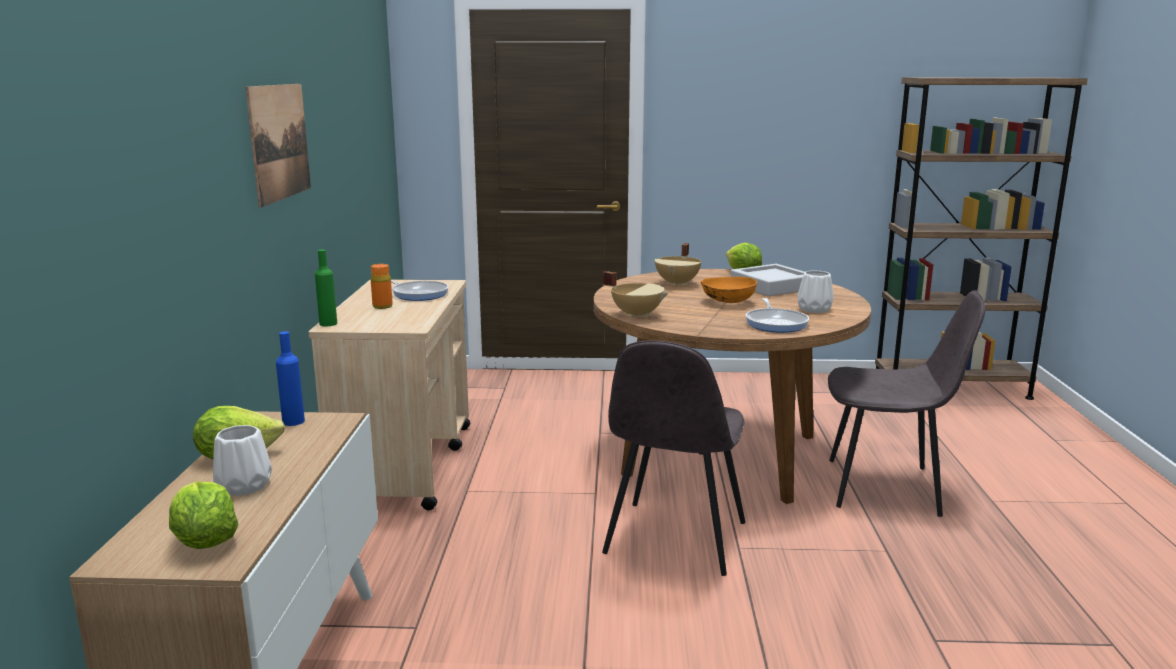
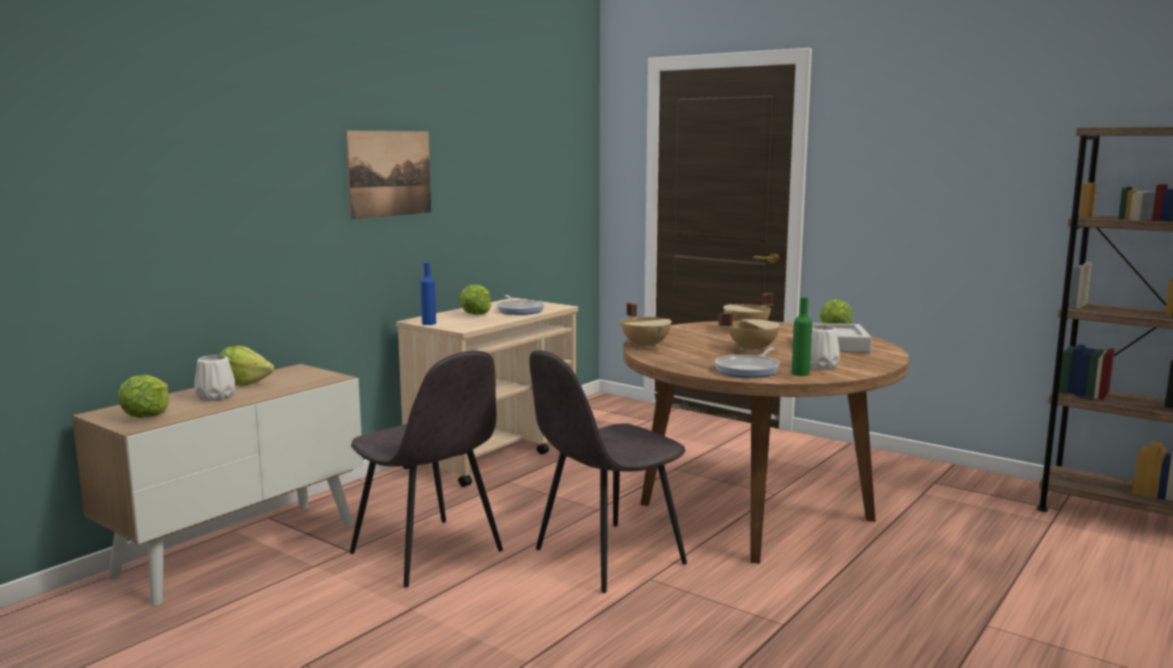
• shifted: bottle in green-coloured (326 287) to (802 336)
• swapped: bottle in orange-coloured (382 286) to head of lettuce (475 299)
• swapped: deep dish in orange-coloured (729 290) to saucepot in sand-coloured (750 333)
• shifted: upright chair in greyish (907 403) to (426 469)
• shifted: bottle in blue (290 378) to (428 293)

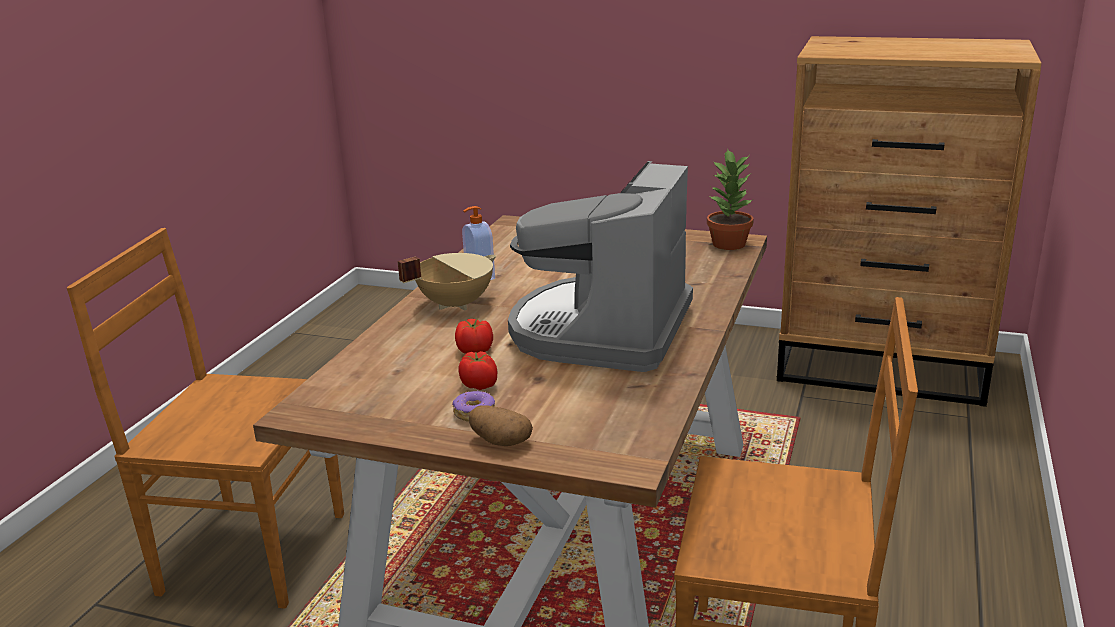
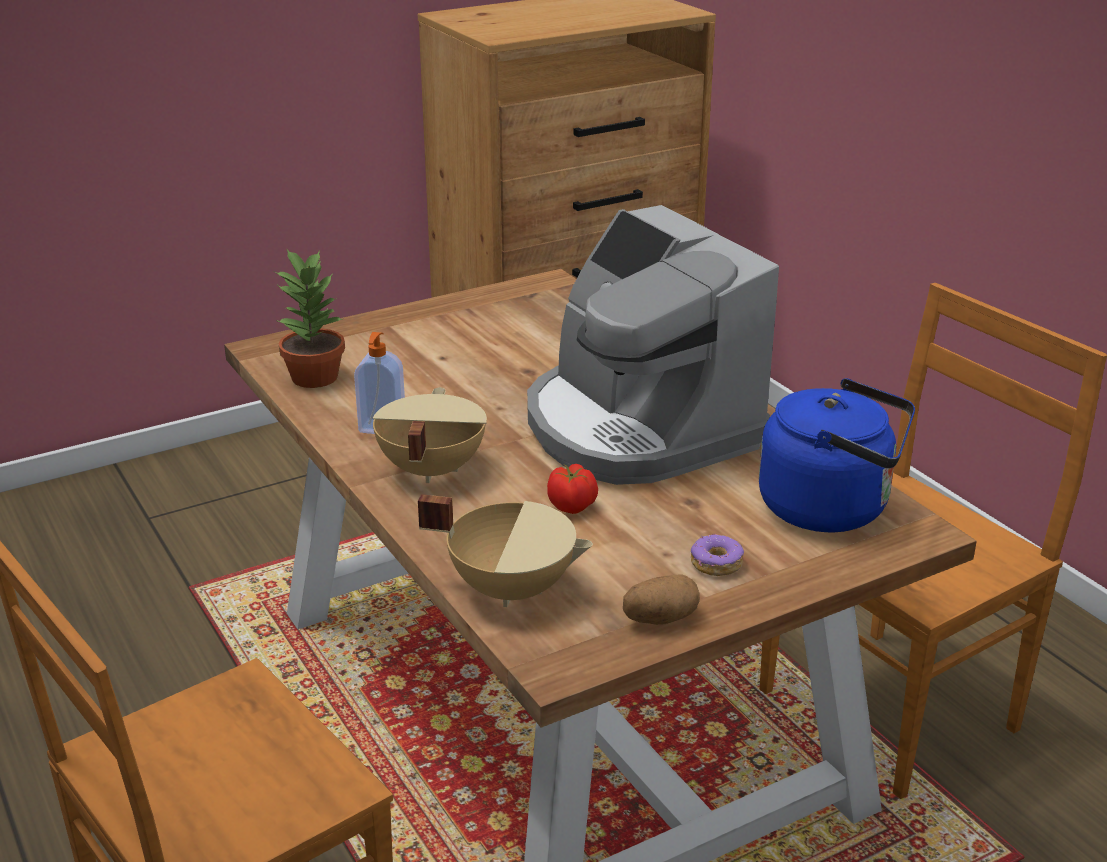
• shifted: potted plant (730 199) to (309 318)
• gone: whole tomato (477 370)
• shifted: whole potato (501 425) to (661 599)
• new: tea kettle in blue (837 455)
• new: saucepot in sand-coloured (505 550)

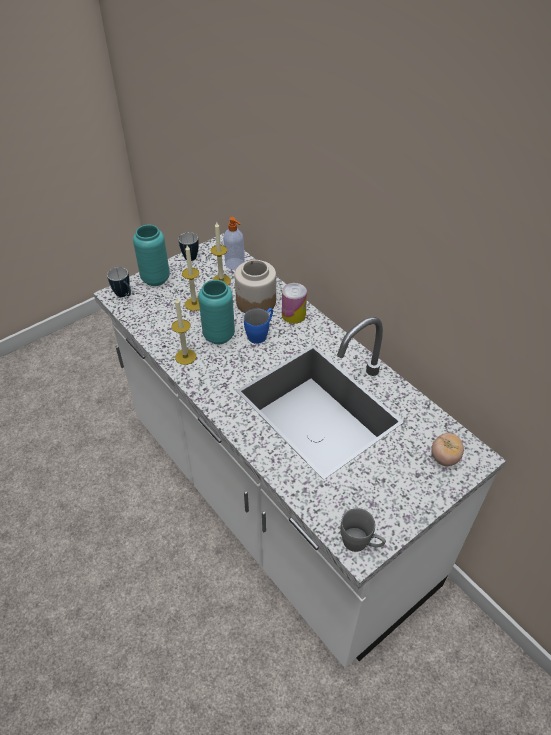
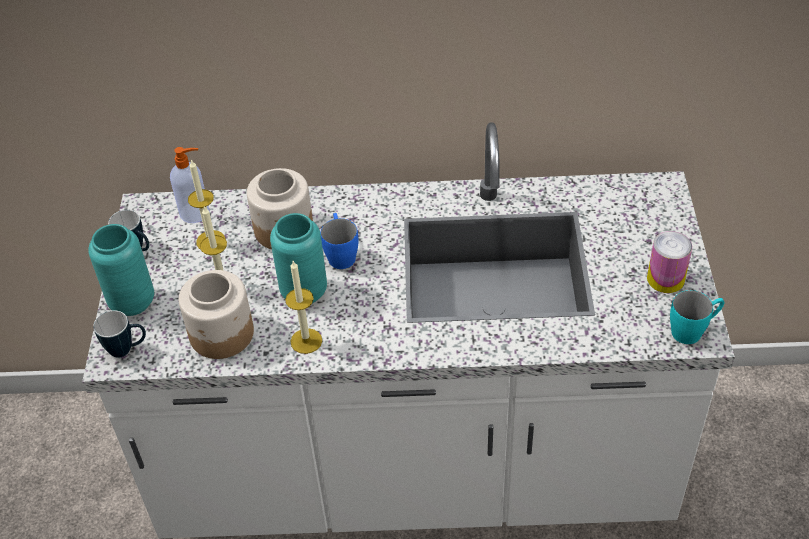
• shifted: metal can (294 303) to (669 262)
• gone: whole tomato (447 449)
• repainted: coffee mug in greyish (363 530) to coffee mug in blue-green (697 317)
• new: storage jar (216 314)

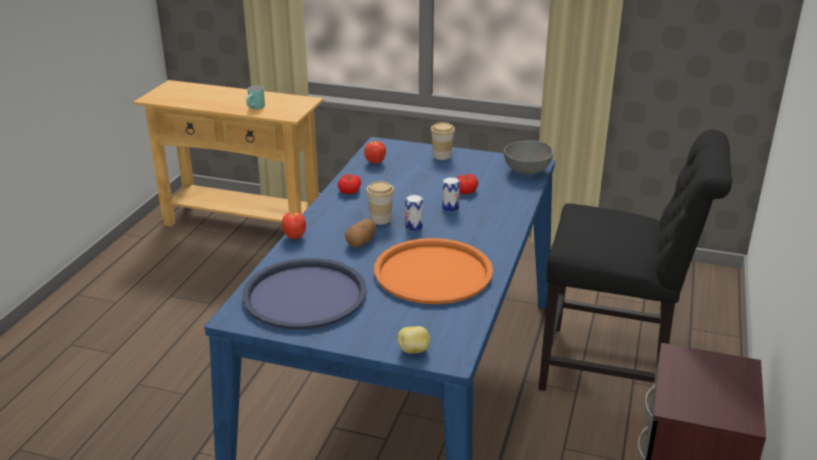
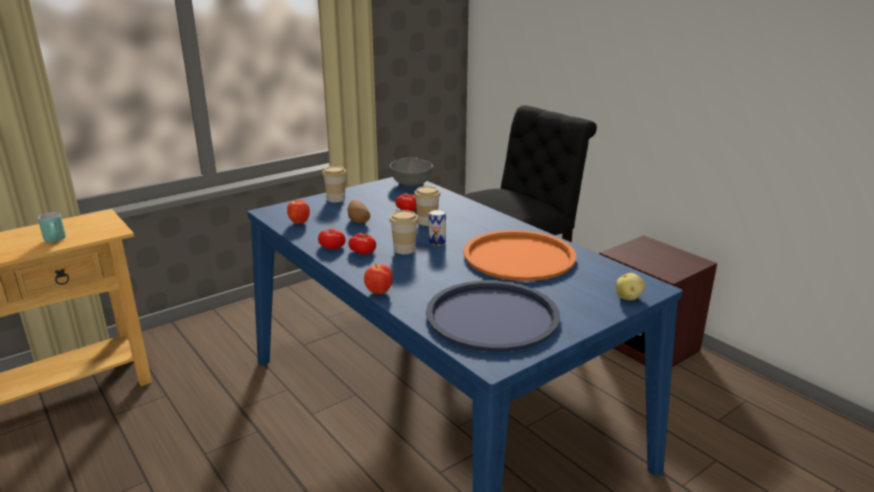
• swapped: metal can (451 194) to drinking cup (427 206)
• shifted: whole potato (360 233) to (358 211)
• new: whole tomato (362 243)

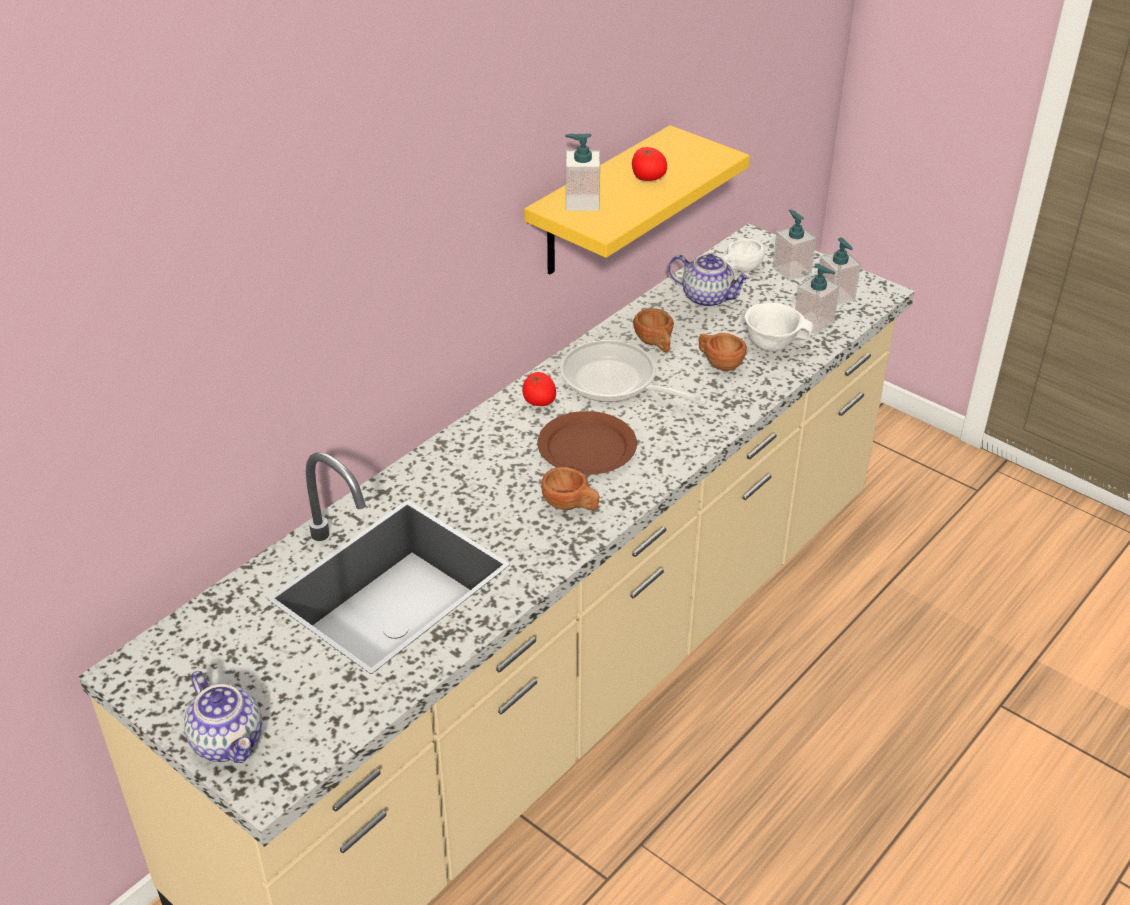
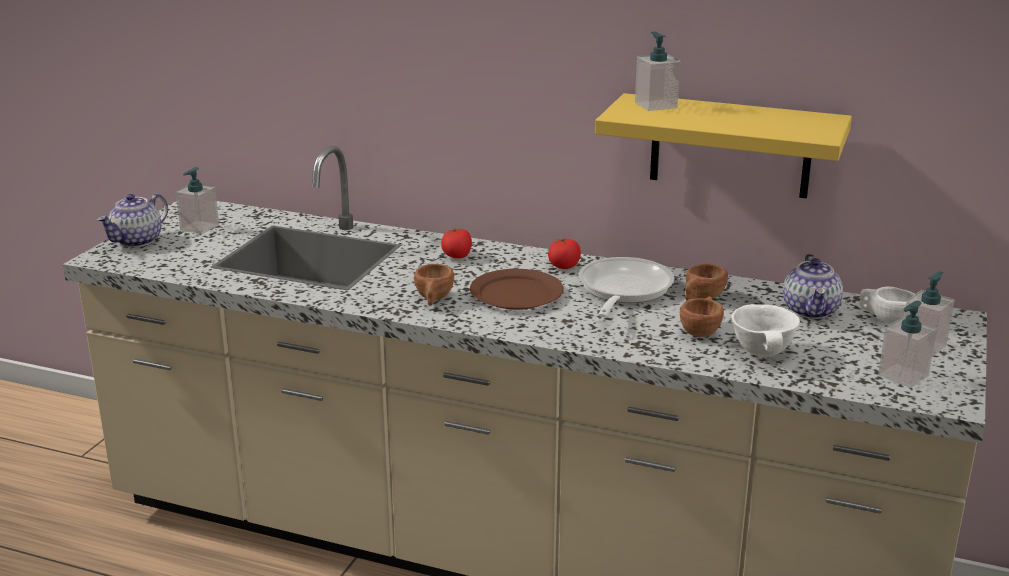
• shifted: whole tomato (649 164) to (456 243)
• shifted: soap bottle (817 298) to (197 200)

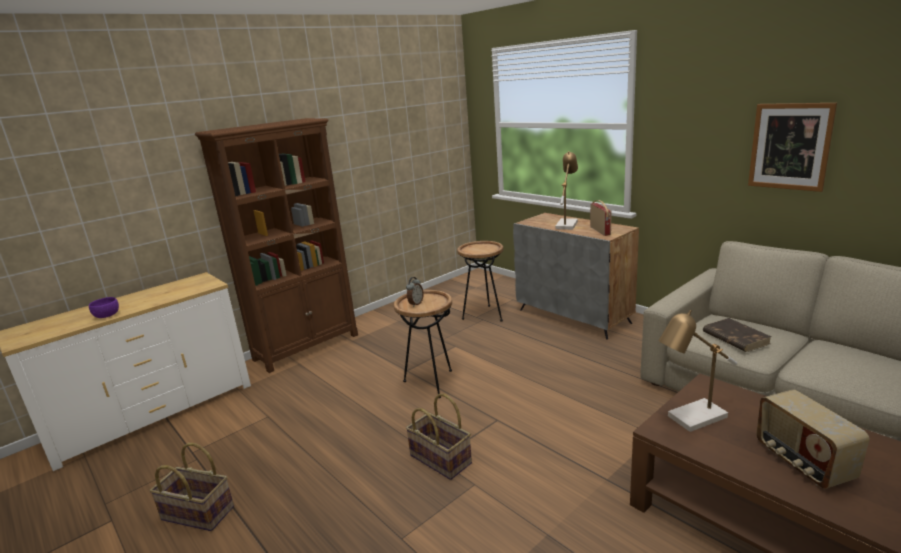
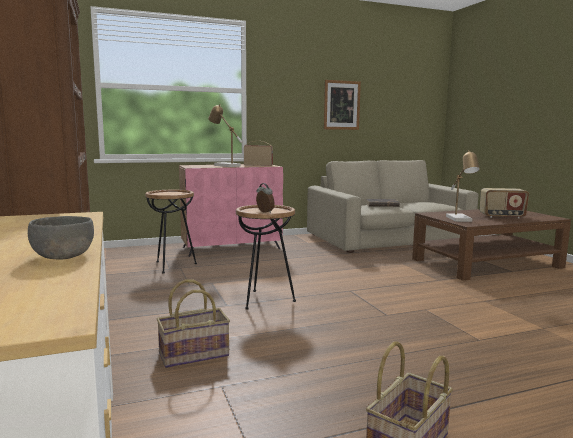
• repainted: storage cabinet in greyish (576 276) to storage cabinet in pink-coloured (231 210)
• repainted: deep dish in purple-coloured (104 307) to deep dish in greyish (61 238)
• shifted: household basket (439 436) to (193 323)

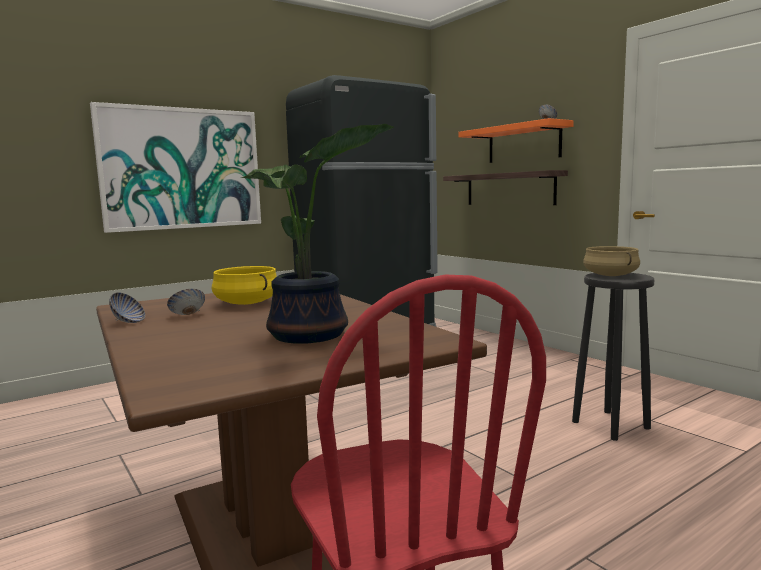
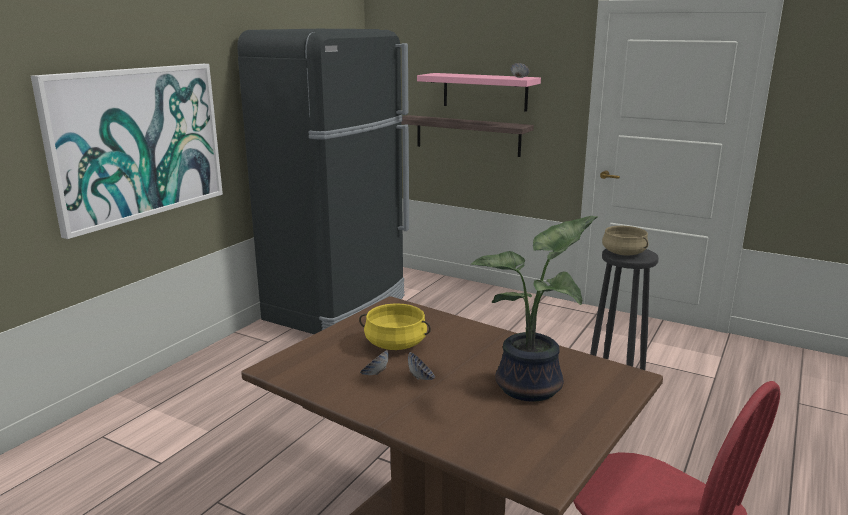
• repainted: bracket shelf in orange-coloured (516 140) to bracket shelf in pink-coloured (479 92)
• shifted: deep dish (127 307) to (421 366)

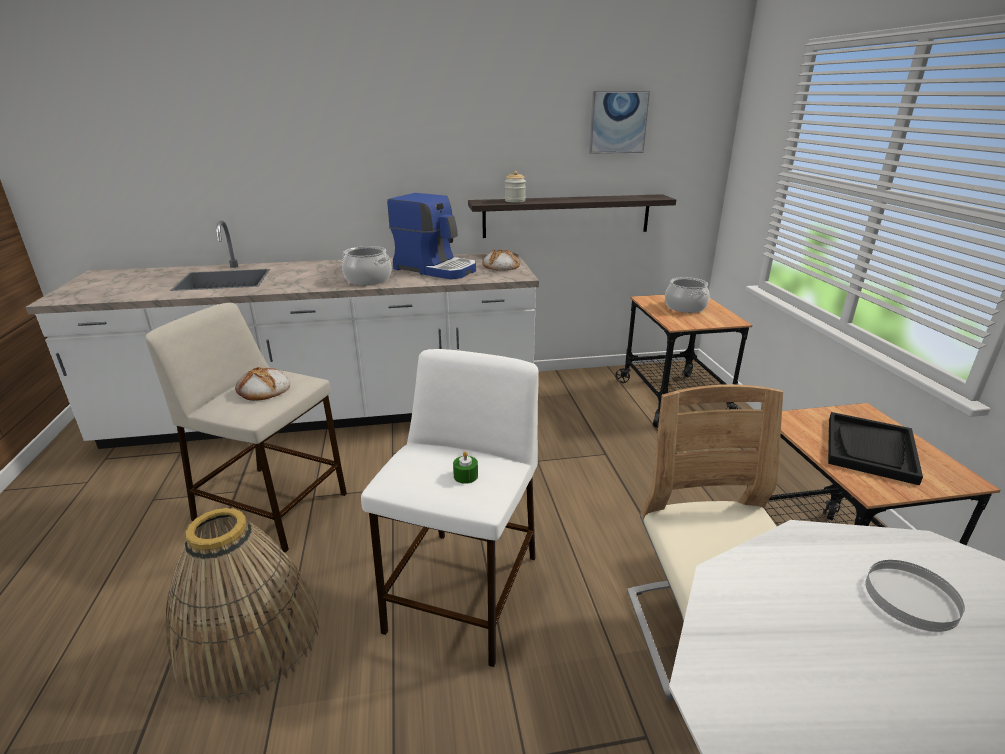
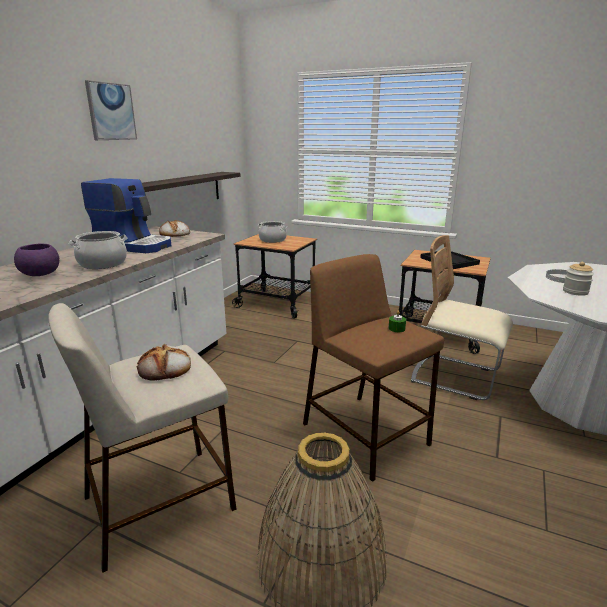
• shifted: picture (619 122) to (111 110)
• shifted: storage jar (515 187) to (578 279)
• rotated: coffee machine (431 236) = (126 215) 45 degrees clockwise
• repainted: sitting stool in white-coloured (450 508) to sitting stool in brown-coloured (373 368)
• new: deep dish in purple-coloured (36 259)

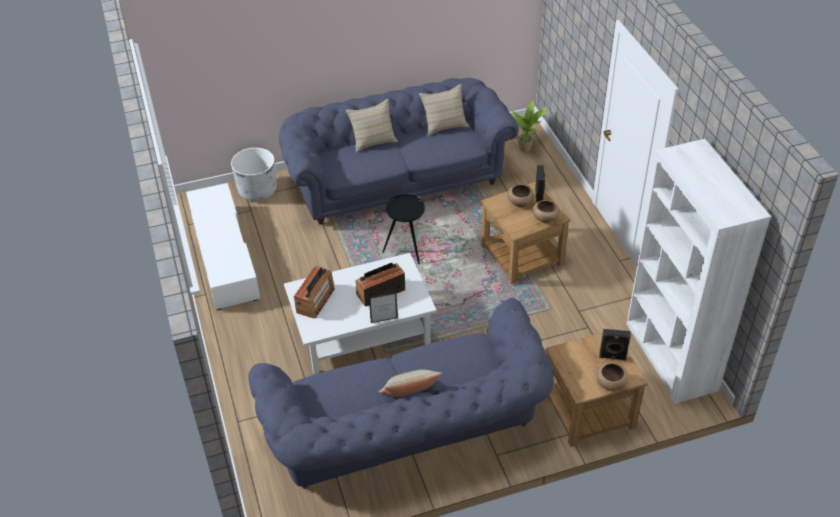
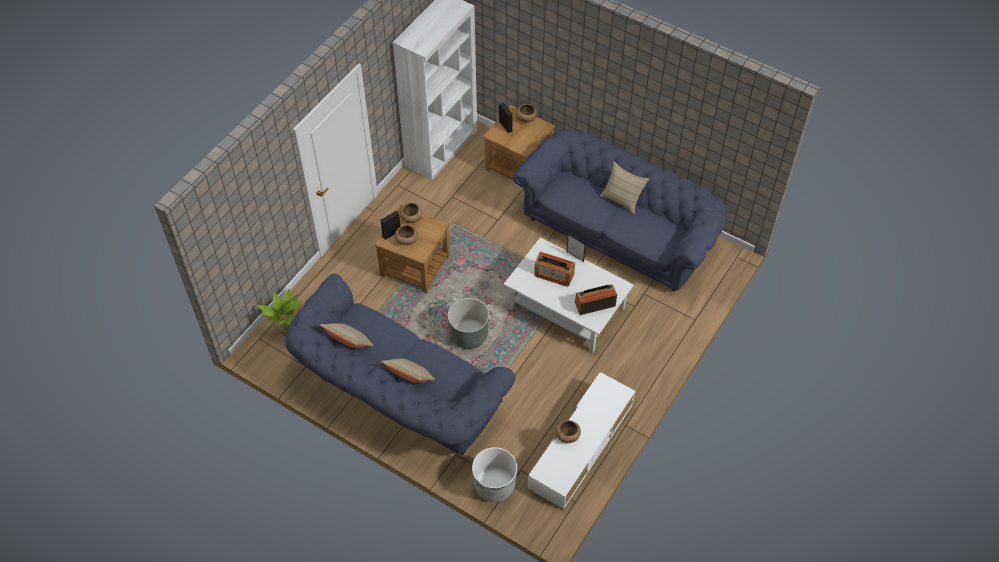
• swapped: accent table in blackish (403 229) to flower pot in greyish (468 323)
• new: deep dish in brown-coloured (568 431)

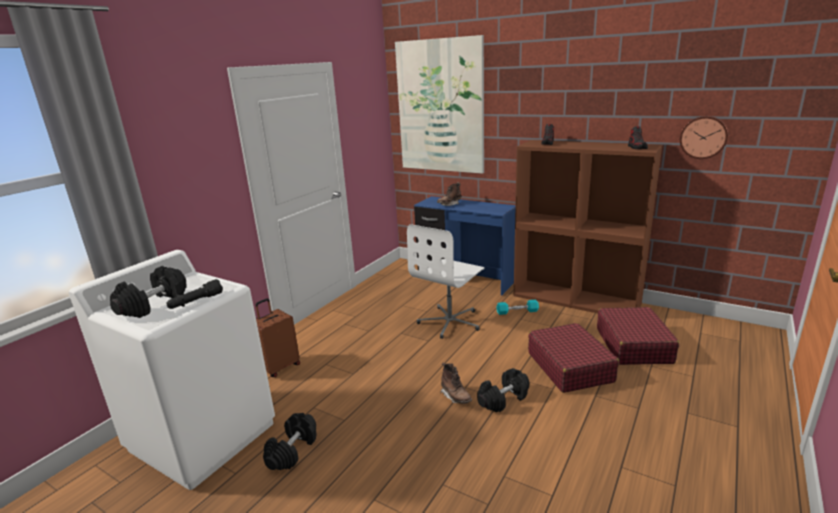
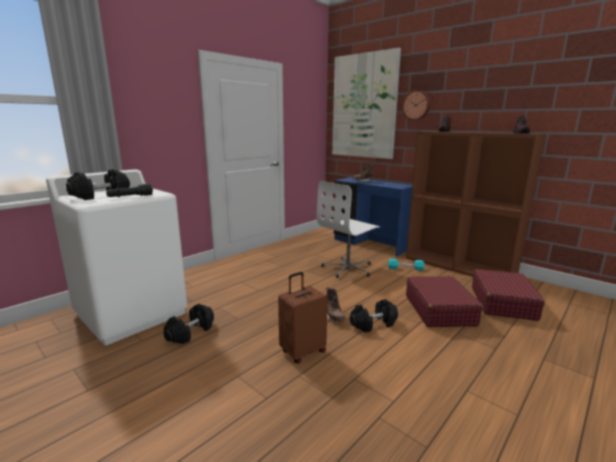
• shifted: wall clock (704 137) to (416 105)
• shifted: travel case in brown-coloured (277 337) to (303 318)

